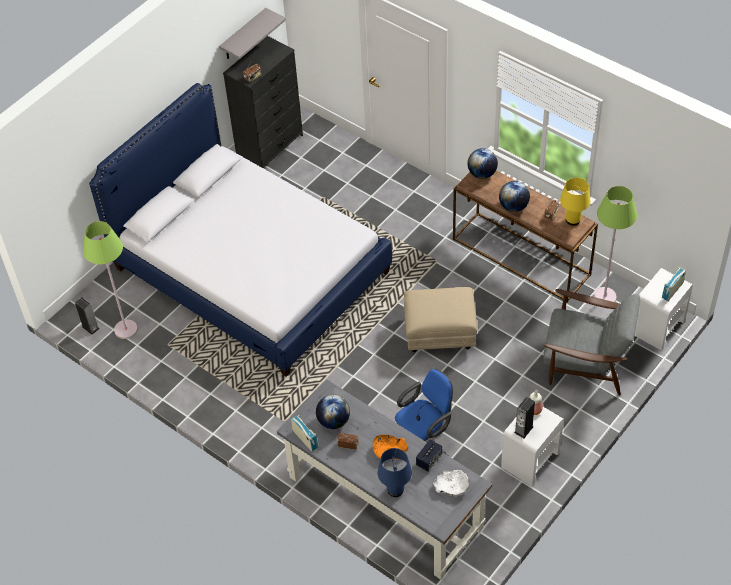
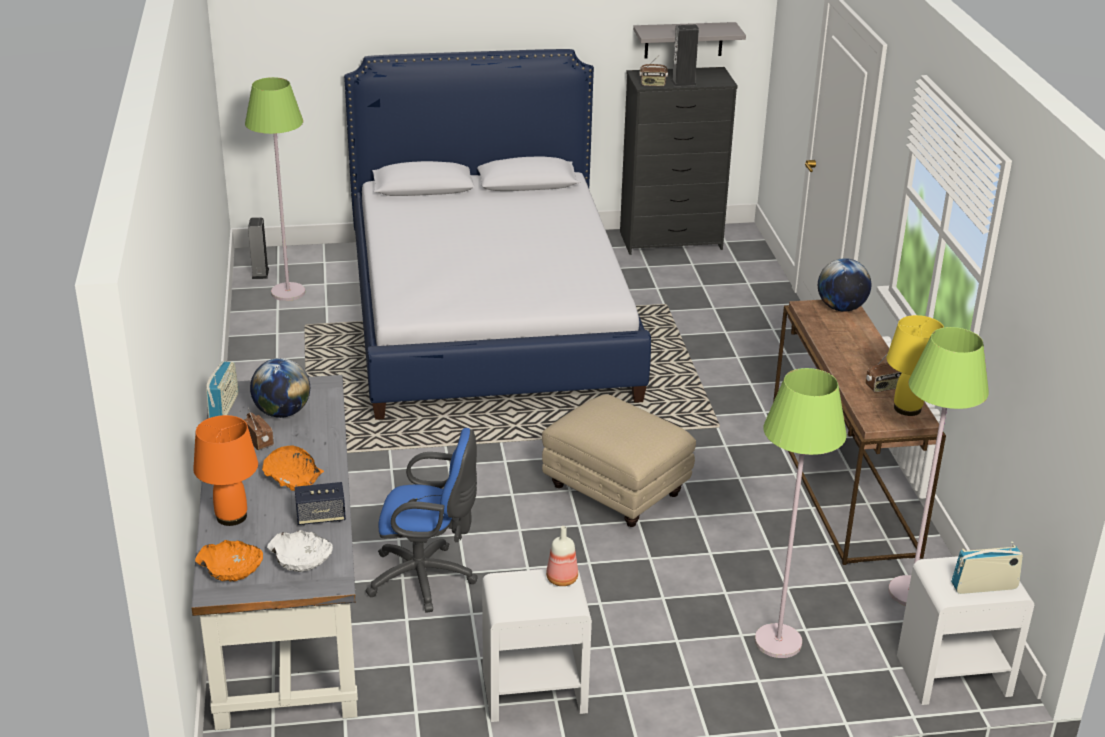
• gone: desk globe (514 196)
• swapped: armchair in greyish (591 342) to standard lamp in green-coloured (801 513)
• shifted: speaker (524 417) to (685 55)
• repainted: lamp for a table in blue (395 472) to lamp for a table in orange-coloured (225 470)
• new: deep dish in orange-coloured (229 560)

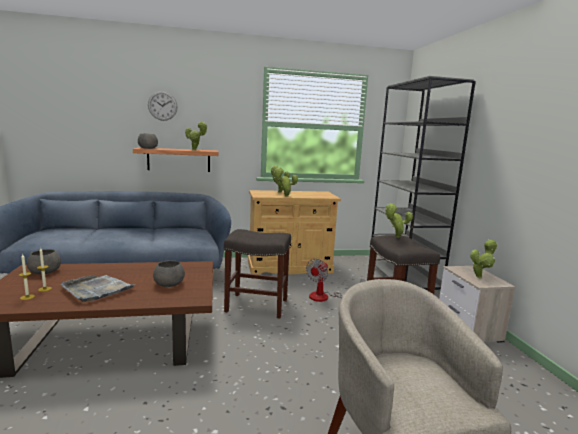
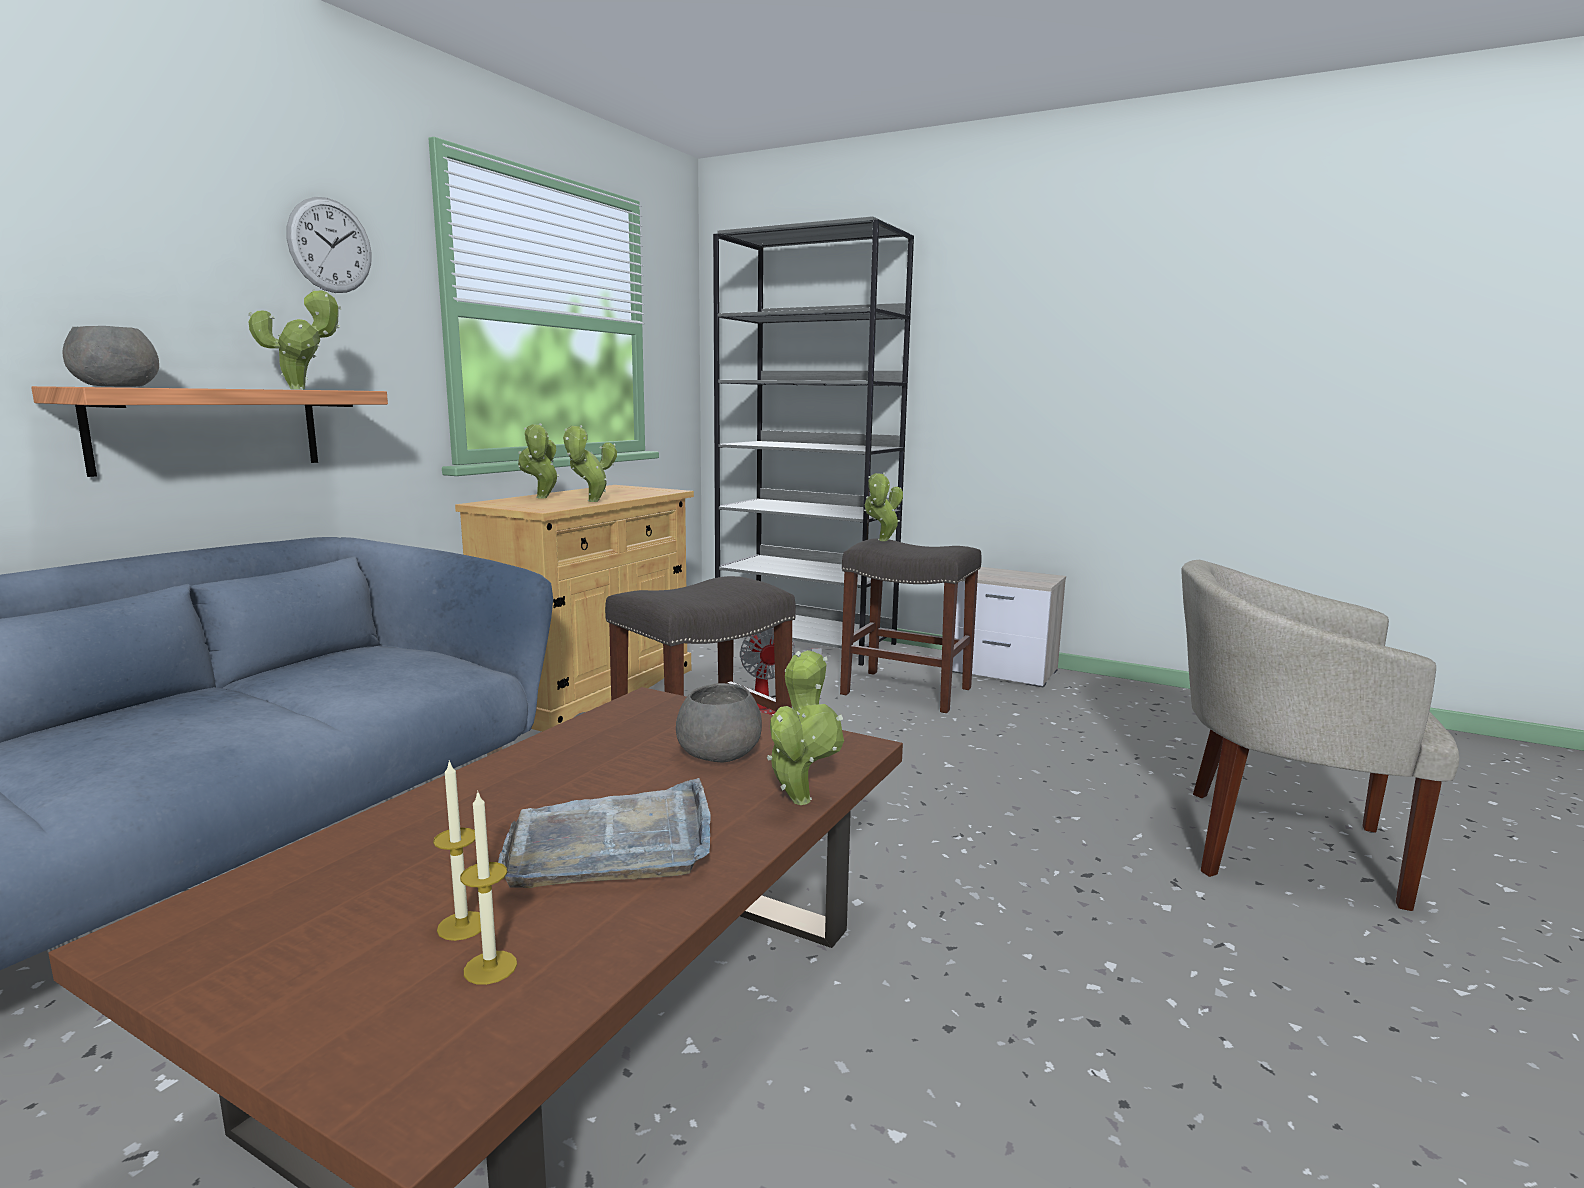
• shifted: wall clock (163 106) to (329 245)
• shifted: potted plant (484 258) to (805 727)
• gone: deep dish in greyish (44 261)

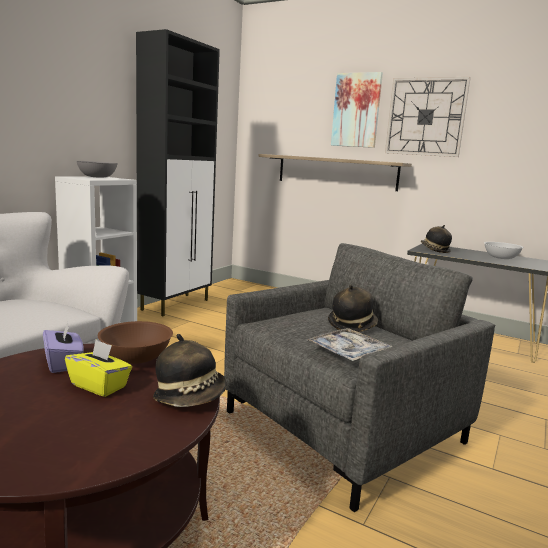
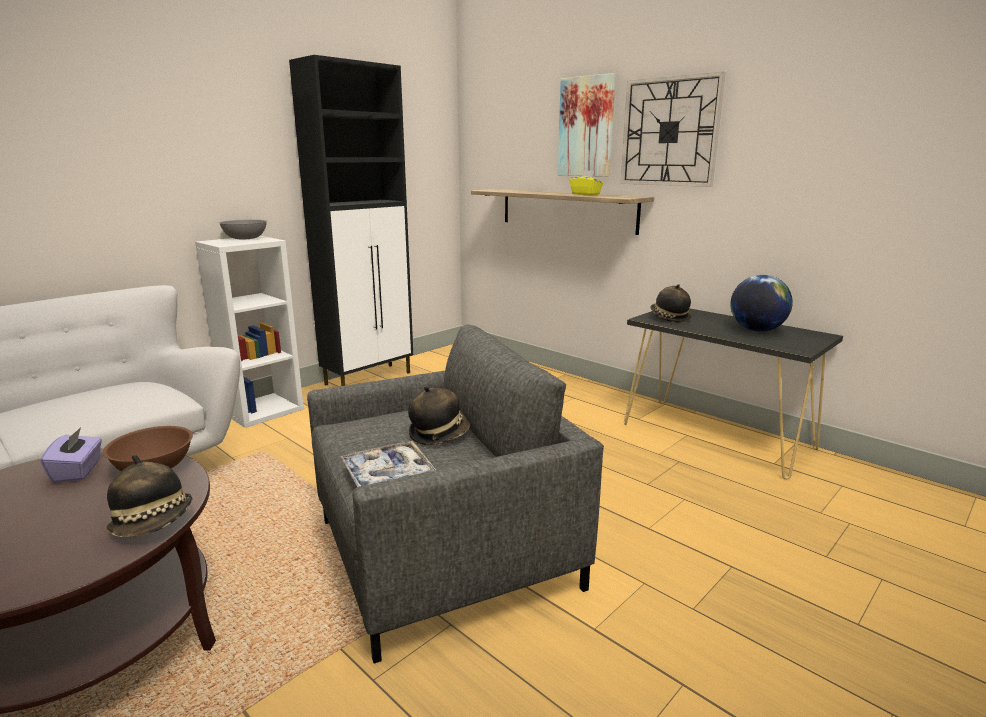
• swapped: deep dish in white-coloured (504 250) to desk globe (761 303)
• shifted: tissue box in yellow-coloured (98 368) to (586 182)

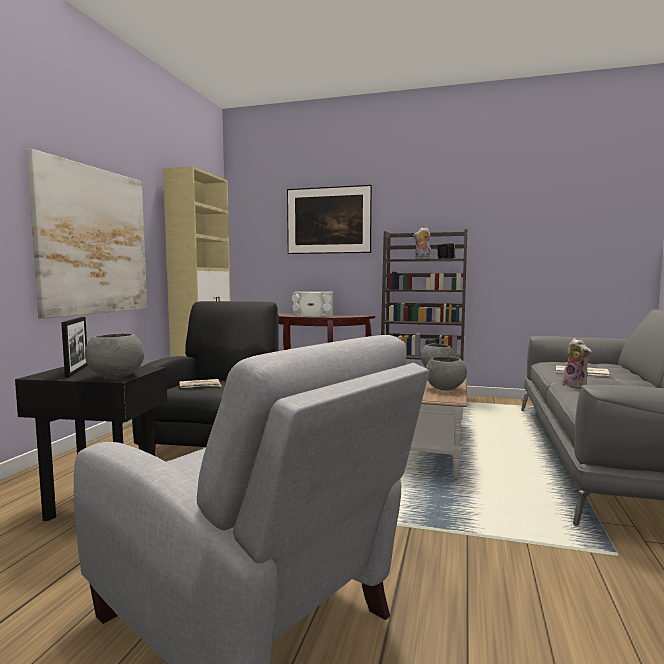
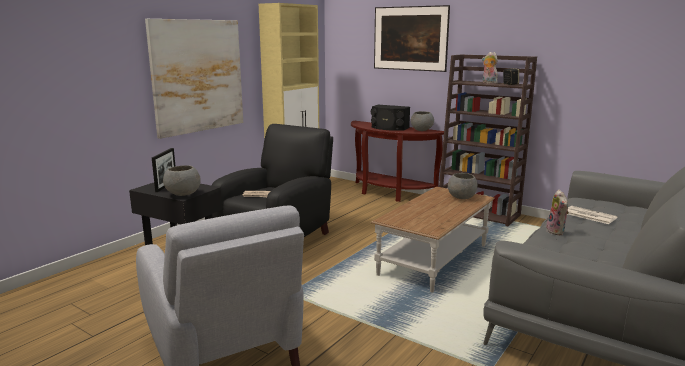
• repainted: speaker in white-coloured (312 304) to speaker in blackish (390 118)
• shifted: deep dish in greyish (446 373) to (422 121)

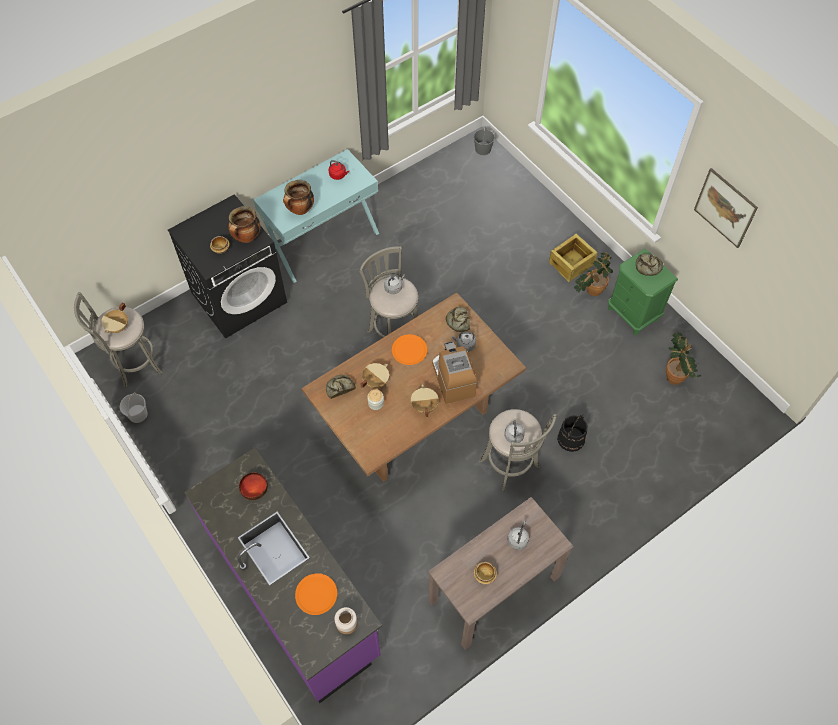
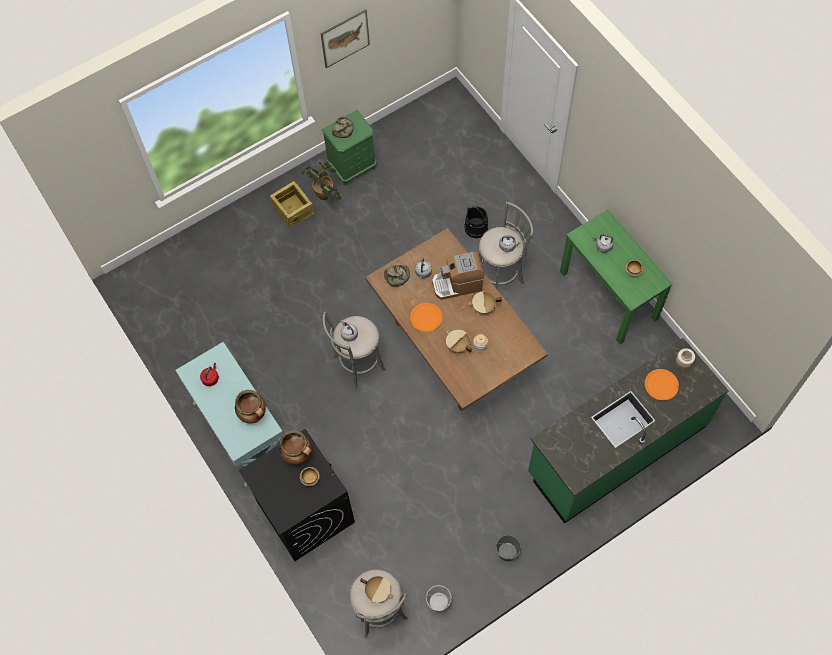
• shifted: pail in greyish (484 141) to (508 548)
• gone: potted plant (683 358)
• gone: bread (341 387)
• repainted: counter in purple-coloured (283 575) to counter in green-coloured (628 431)
• gone: deep dish (253 486)
• repainted: console table in brown-coloured (501 573) to console table in green-coloured (616 276)

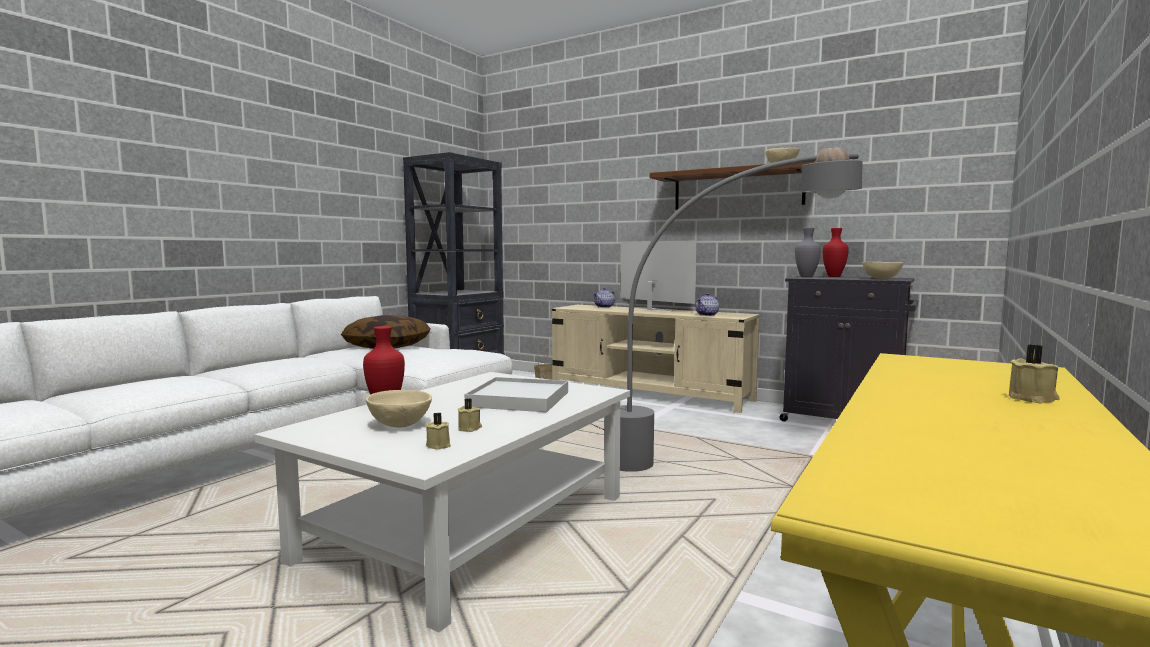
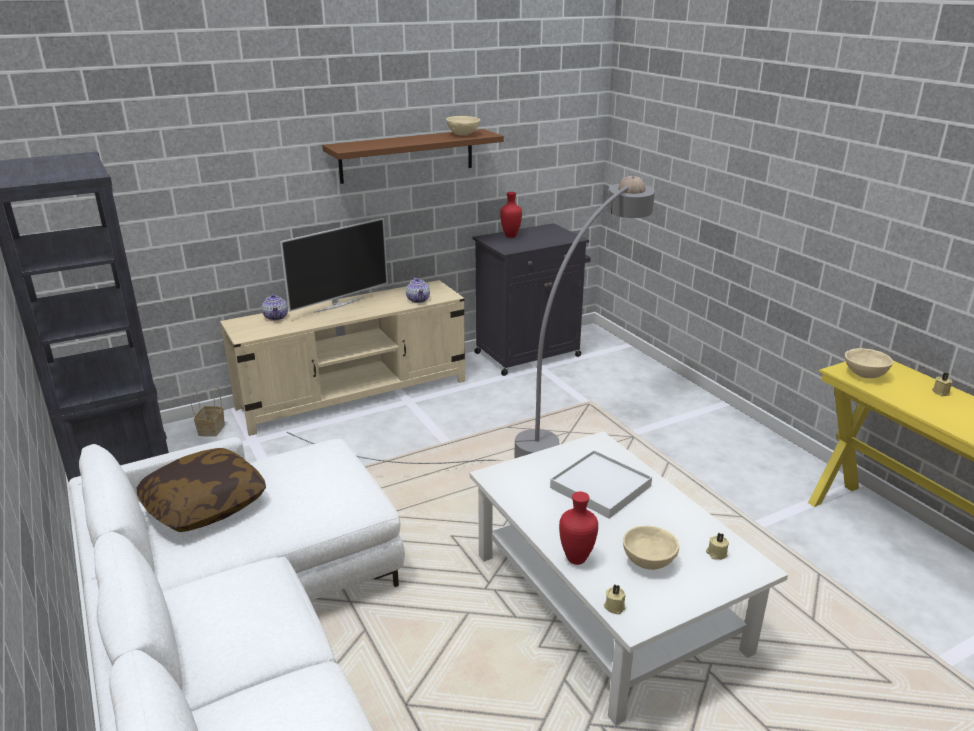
• gone: flower vase in greyish (808 252)
• rotated: television (658 275) = (334 265) 150 degrees clockwise
• shifted: deep dish in sand-coloured (882 270) to (869 363)
• shifted: wax candle in sand-coloured (470 415) to (614 599)

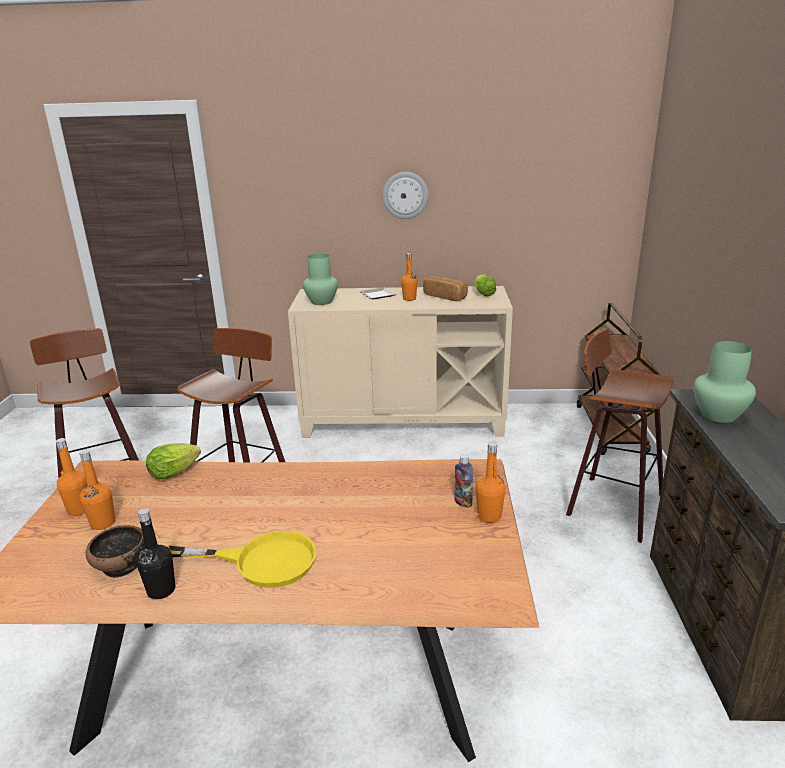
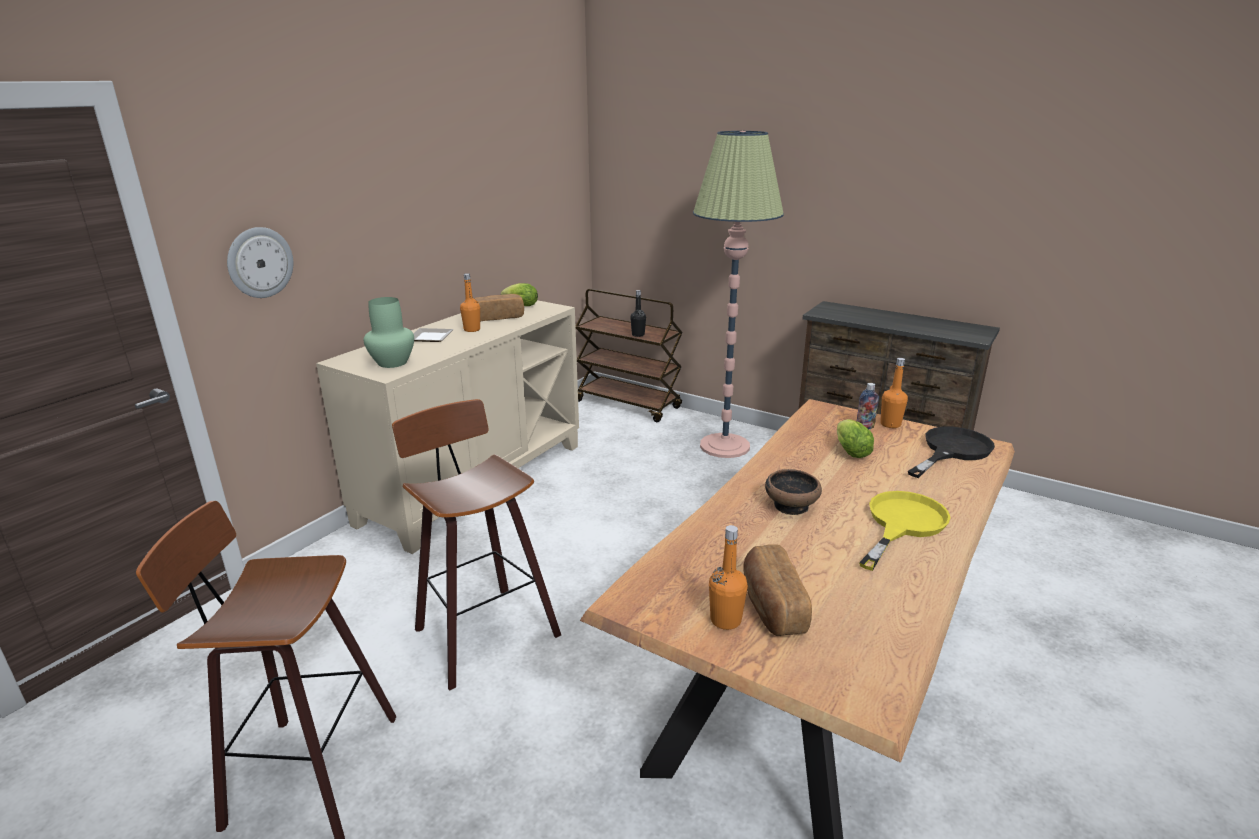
• shifted: wall clock (405 195) to (260 262)
• swapped: sitting stool (620 436) to standard lamp (738 294)
• gone: flower vase in green-coloured (724 382)
• shifted: head of lettuce (173 461) to (855 438)
• swapped: bottle in orange-coloured (97 490) to bread (777 590)
• shifted: bottle in blackish (155 553) to (638 313)
• shifted: deep dish (115 551) to (793 492)
• new: frying pan in blackish (951 452)

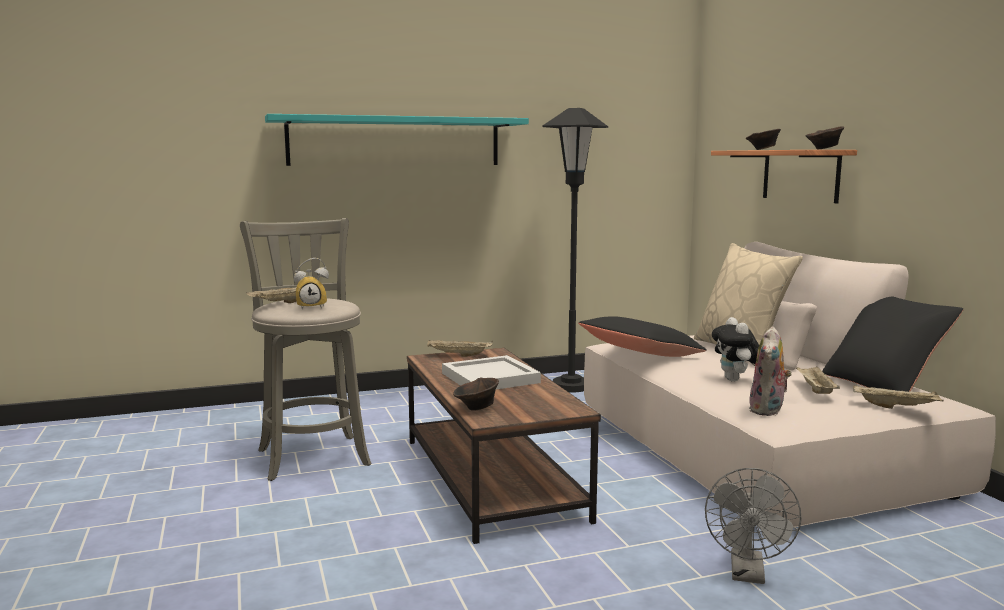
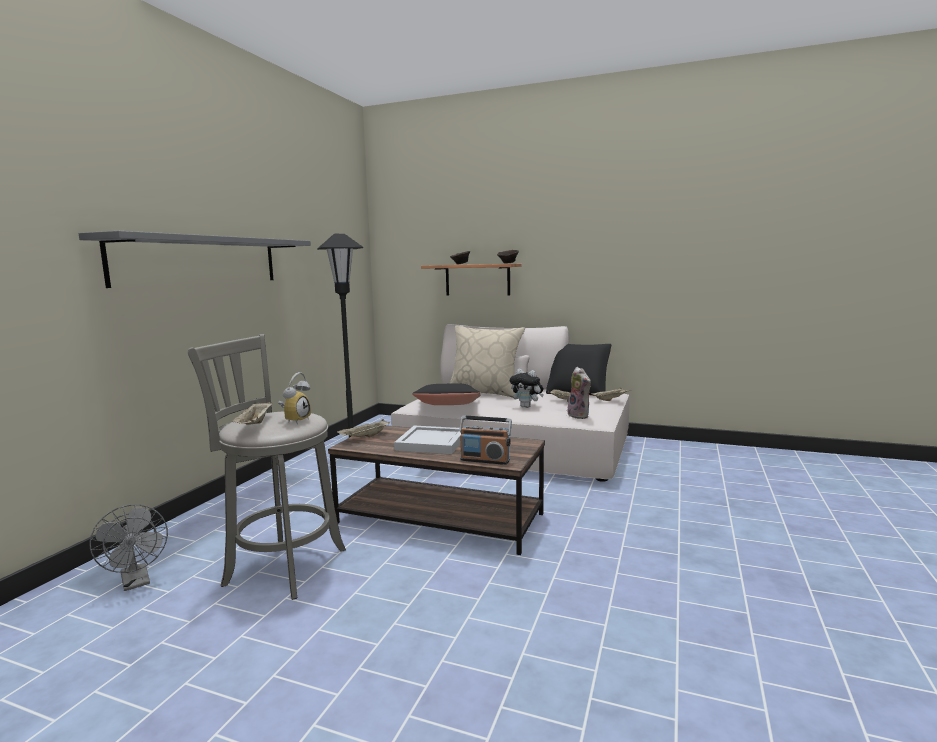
• repainted: bracket shelf in blue-green (397 140) to bracket shelf in greyish (194 259)
• swapped: deep dish in brown-coloured (476 394) to radio receiver (485 440)
• shifted: fan in greyish (753 526) to (129 547)

